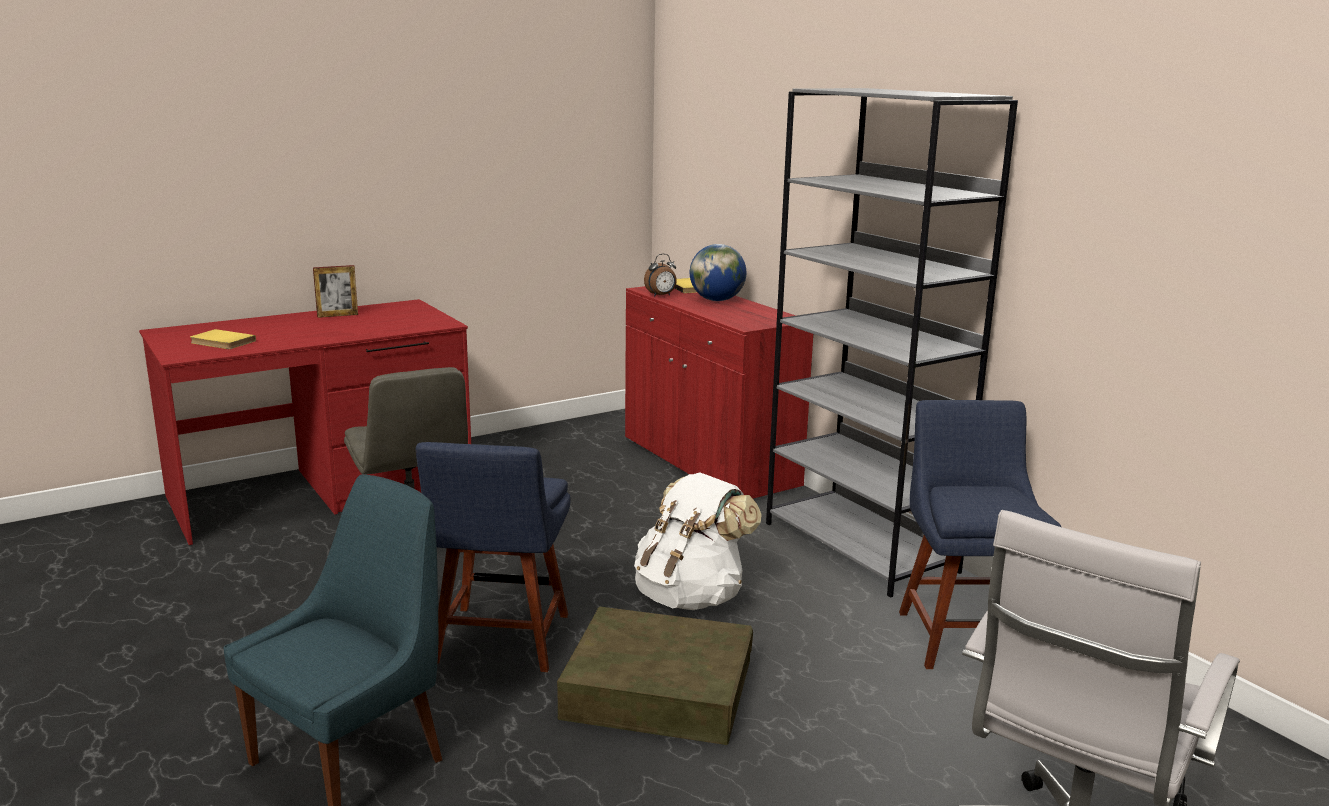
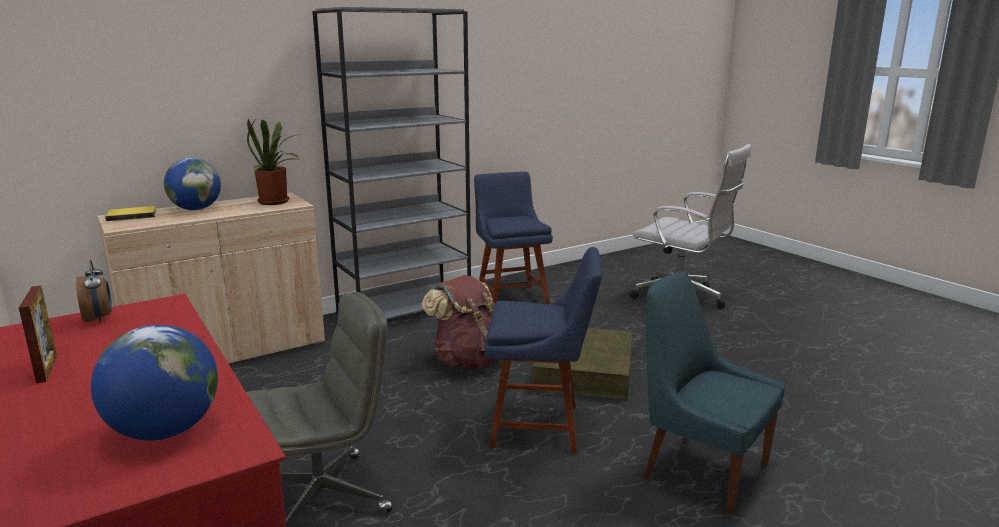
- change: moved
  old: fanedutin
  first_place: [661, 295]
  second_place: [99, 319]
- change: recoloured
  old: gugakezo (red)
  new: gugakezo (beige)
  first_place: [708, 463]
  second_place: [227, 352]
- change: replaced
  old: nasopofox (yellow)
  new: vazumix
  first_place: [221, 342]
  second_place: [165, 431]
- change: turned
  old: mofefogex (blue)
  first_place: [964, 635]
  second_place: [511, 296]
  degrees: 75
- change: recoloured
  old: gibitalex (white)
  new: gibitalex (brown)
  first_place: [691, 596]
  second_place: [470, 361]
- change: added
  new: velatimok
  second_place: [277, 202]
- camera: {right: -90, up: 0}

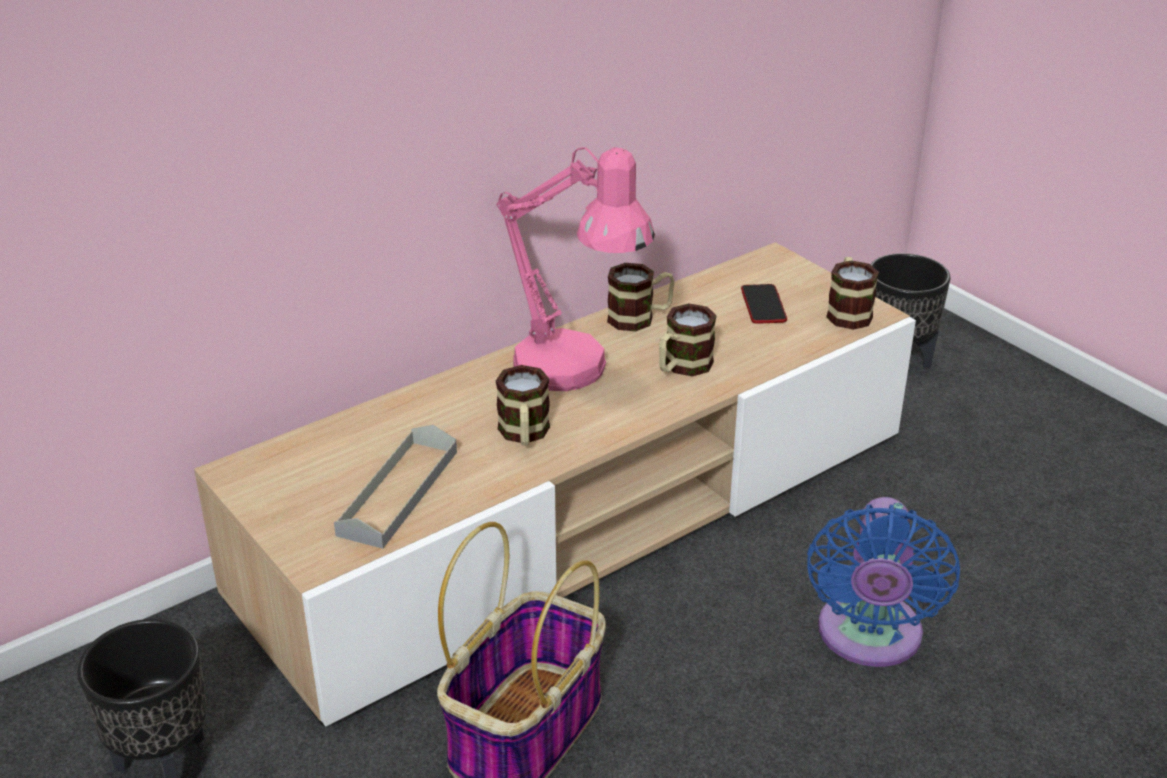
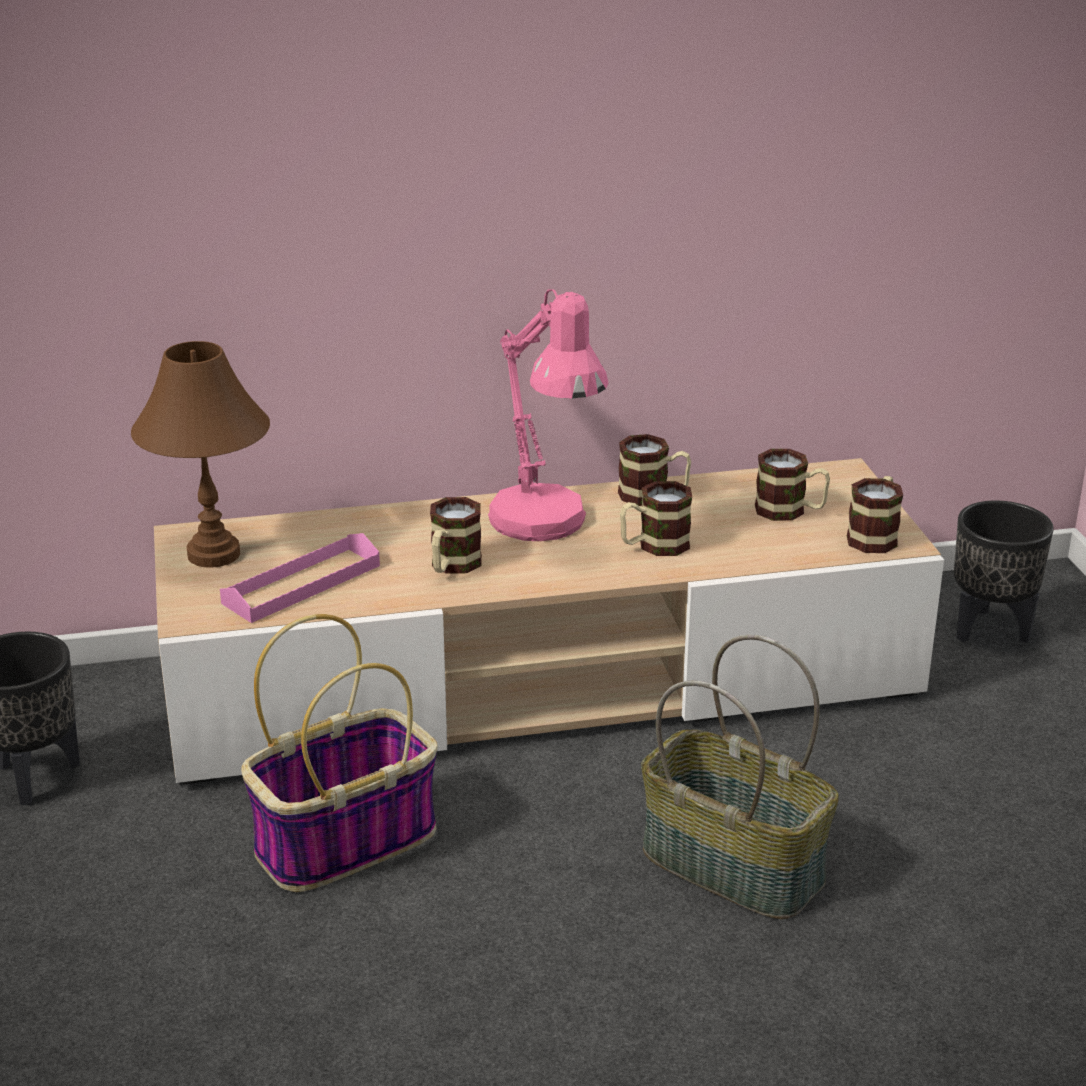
- change: replaced
  old: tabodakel
  new: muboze
  first_place: [763, 305]
  second_place: [790, 511]
- change: recoloured
  old: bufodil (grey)
  new: bufodil (pink)
  first_place: [398, 492]
  second_place: [302, 584]
- change: replaced
  old: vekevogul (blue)
  new: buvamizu
  first_place: [868, 638]
  second_place: [735, 865]
- change: added
  new: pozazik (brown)
  second_place: [213, 555]
- camera: {right: 25, up: -5}

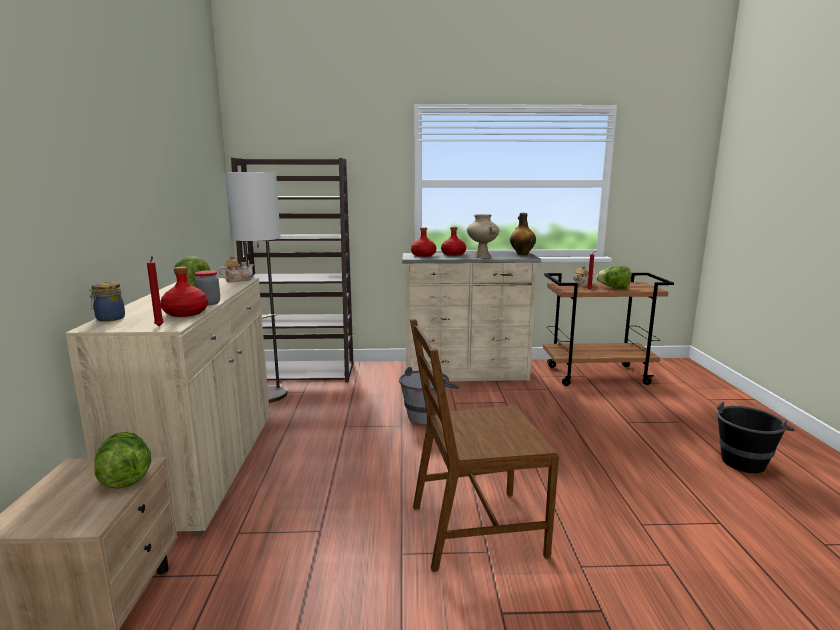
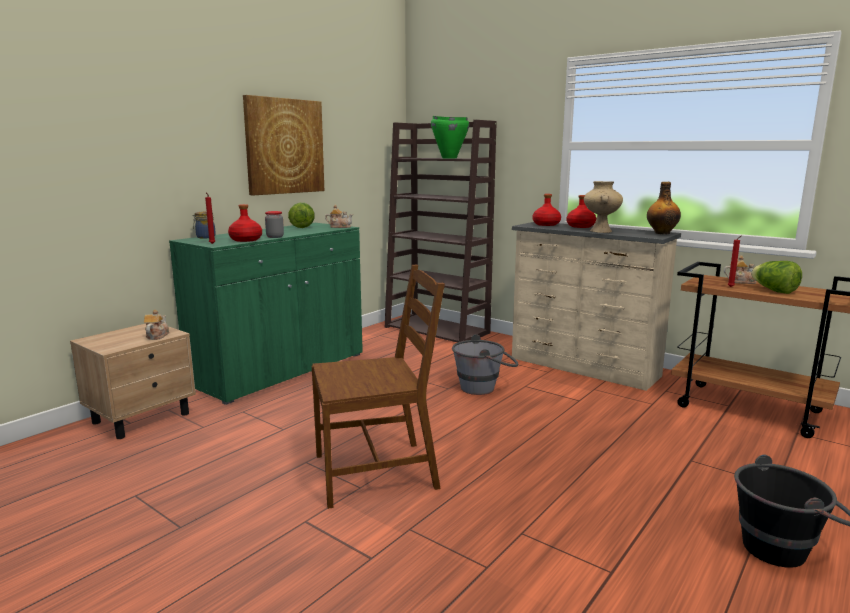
- change: removed
  old: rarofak
  first_place: [268, 395]
- change: recoloured
  old: gugakezo (beige)
  new: gugakezo (green)
  first_place: [203, 466]
  second_place: [280, 370]
- change: turned
  old: mofefogex (brown)
  first_place: [475, 529]
  second_place: [376, 471]
  degrees: 135
- change: replaced
  old: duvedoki
  new: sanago
  first_place: [125, 477]
  second_place: [157, 336]
- change: added
  new: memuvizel
  second_place: [284, 146]
- change: added
  new: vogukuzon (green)
  second_place: [449, 158]
- camera: {right: 40, up: 0}

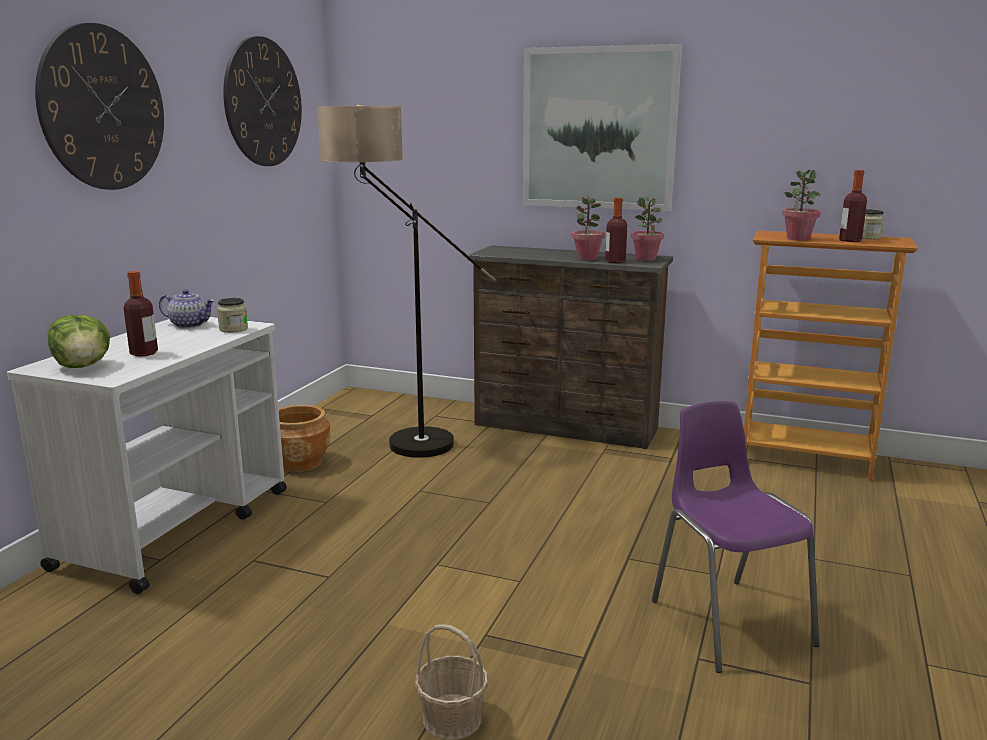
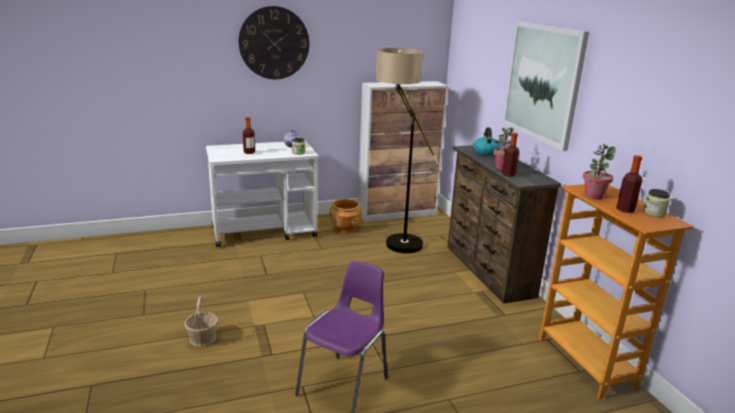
- change: removed
  old: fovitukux
  first_place: [263, 102]
- change: removed
  old: velatimok
  first_place: [646, 259]
- change: removed
  old: duvedoki
  first_place: [83, 366]
- change: added
  new: gugakezo
  second_place: [397, 213]
- change: added
  new: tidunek
  second_place: [485, 152]
- camera: {right: 50, up: 5}

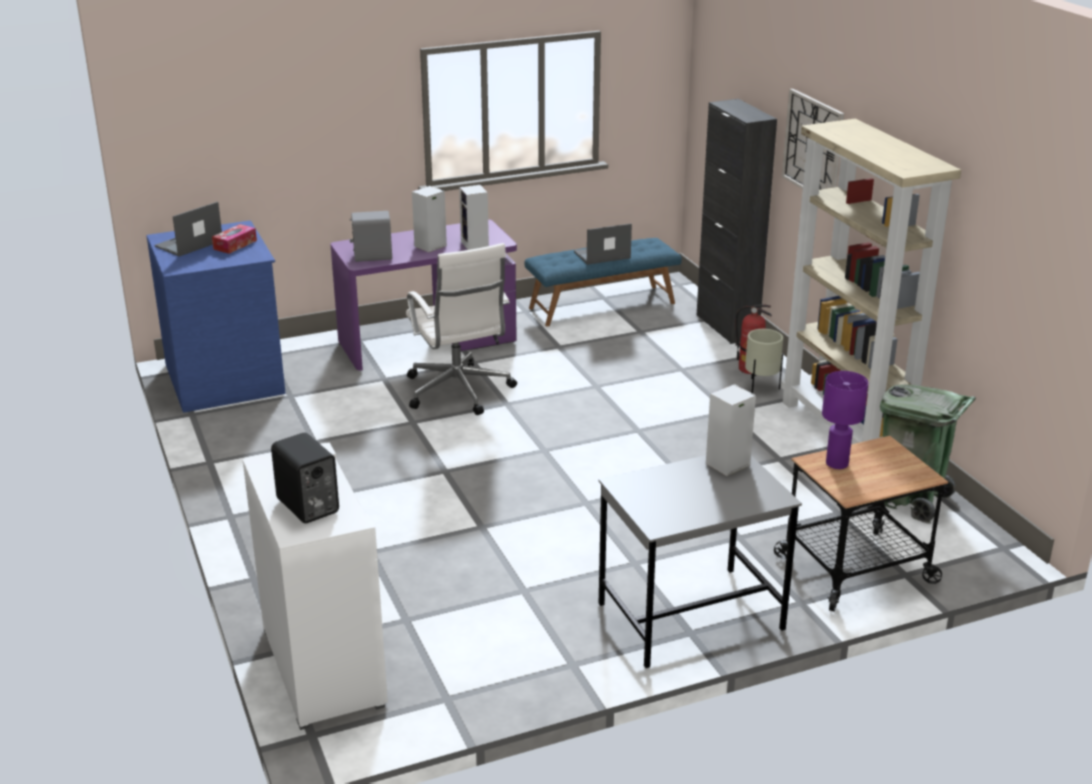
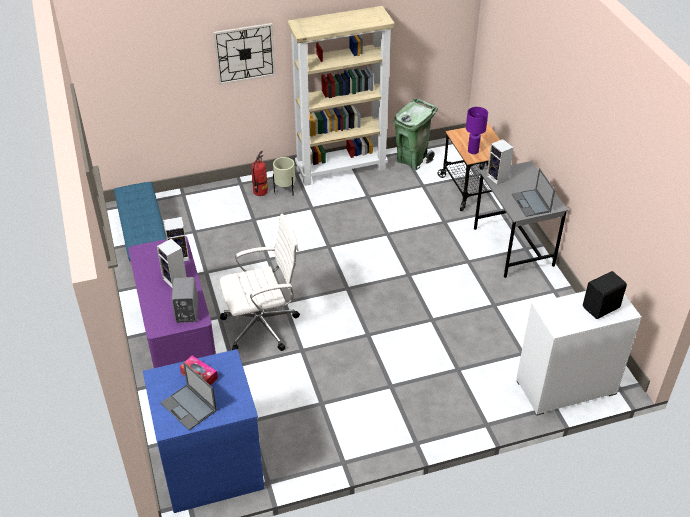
- change: removed
  old: gugakezo (black)
  first_place: [727, 326]
- change: moved
  old: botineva
  first_place: [601, 255]
  second_place: [531, 203]
- camera: {right: -85, up: 15}

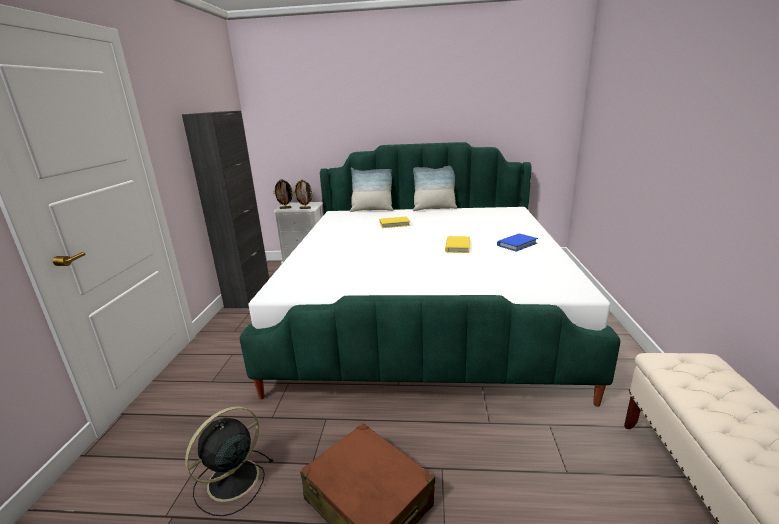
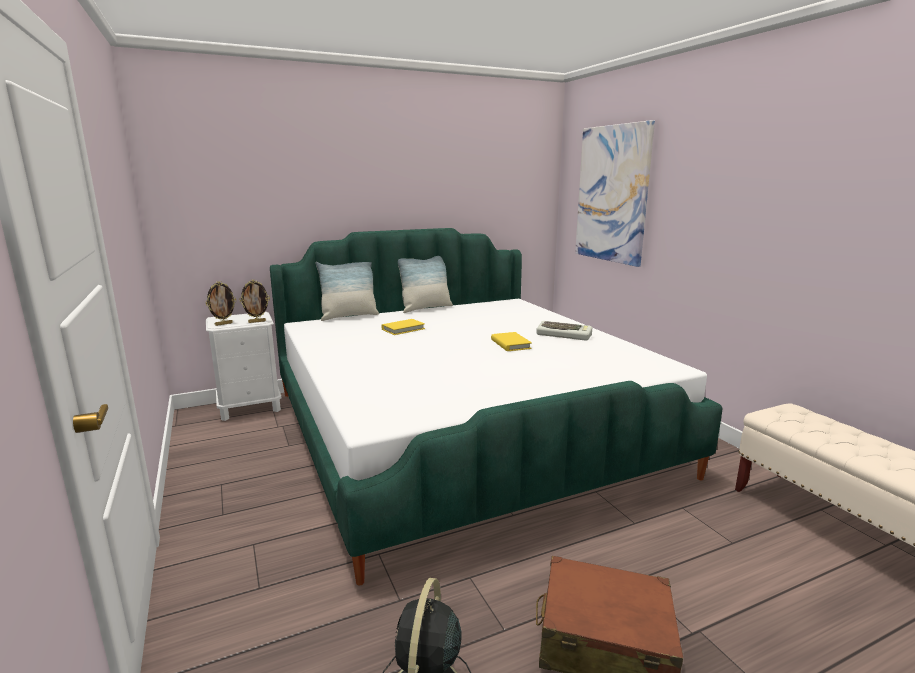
- change: removed
  old: gugakezo (black)
  first_place: [248, 295]
- change: replaced
  old: nasopofox (blue)
  new: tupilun
  first_place: [517, 244]
  second_place: [564, 335]
- change: added
  new: memuvizel
  second_place: [612, 194]
- camera: {right: -30, up: -5}

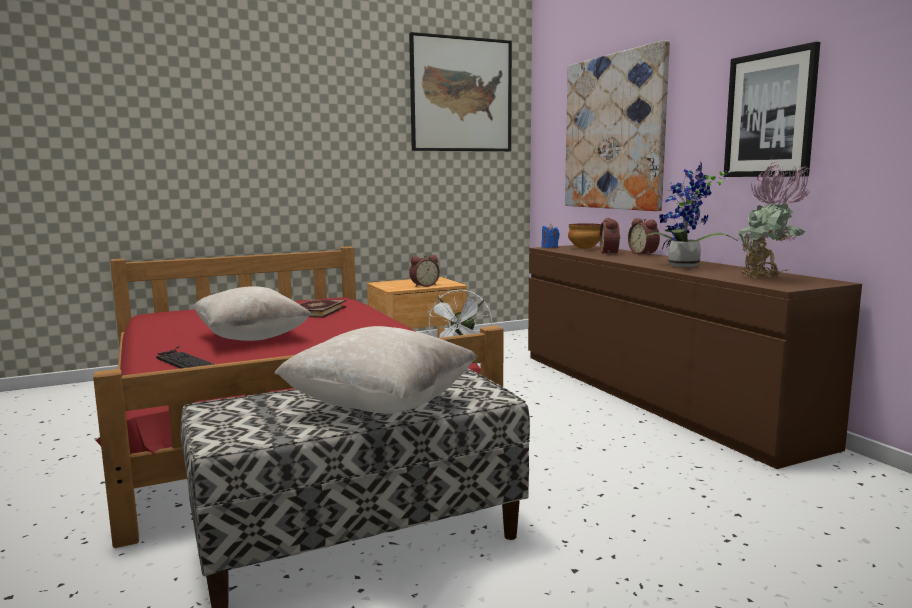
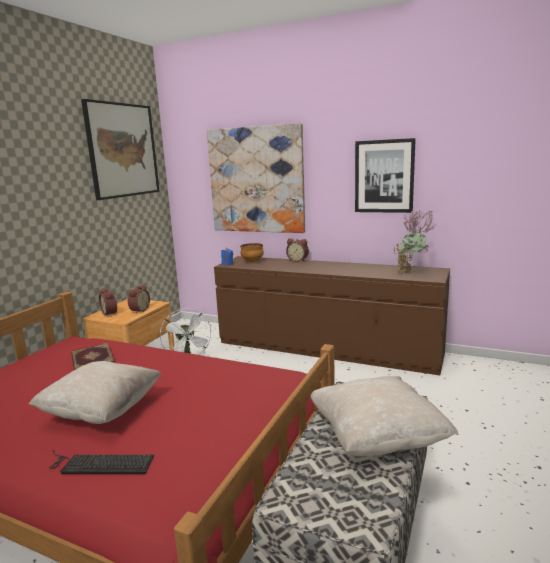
- change: removed
  old: velatimok
  first_place: [684, 266]
- change: moved
  old: fanedutin
  first_place: [611, 253]
  second_place: [111, 313]
- camera: {right: -40, up: 5}

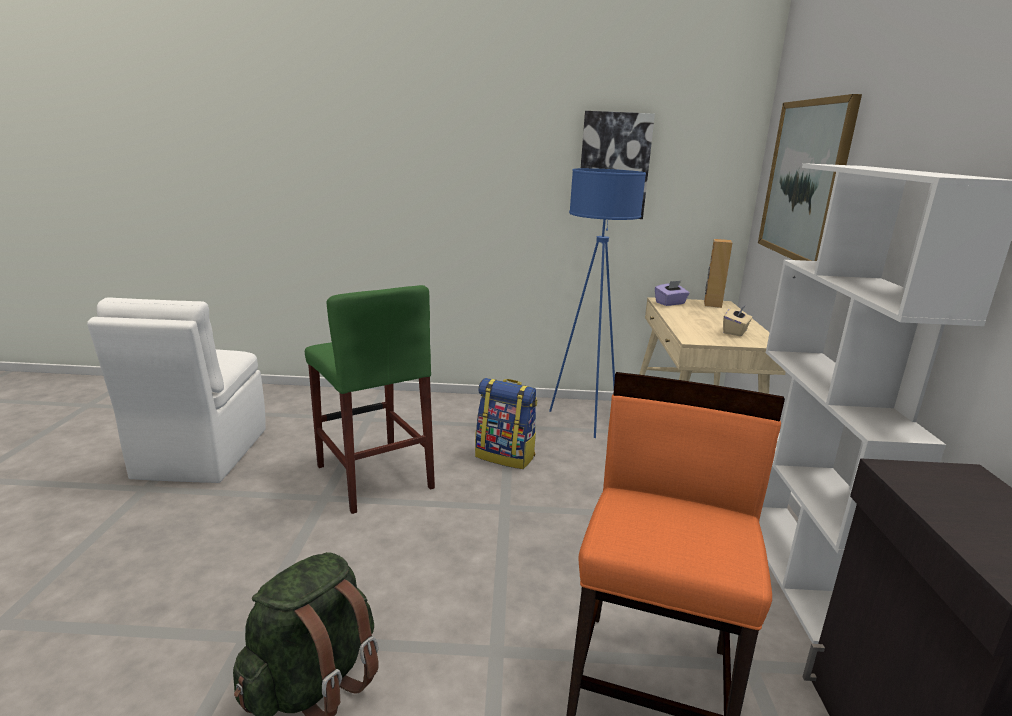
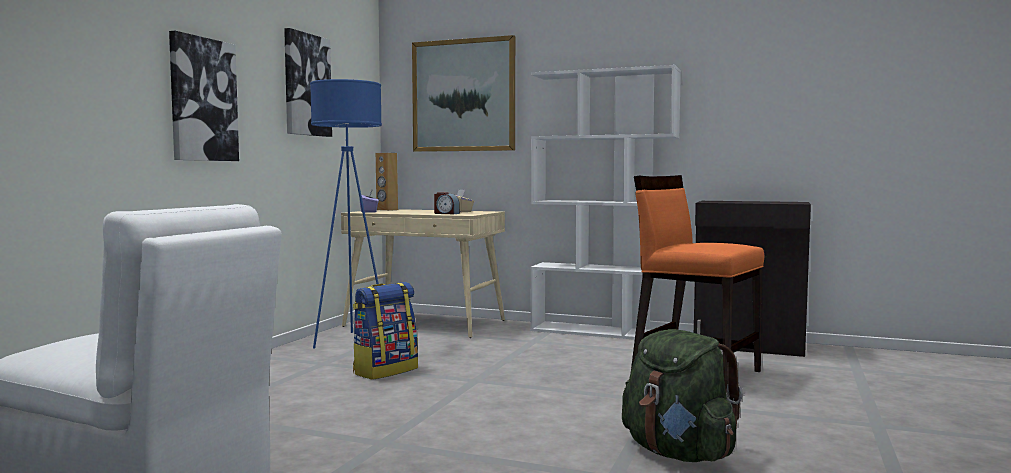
- change: removed
  old: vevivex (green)
  first_place: [374, 477]
- change: added
  new: memuvizel
  second_place: [202, 99]
- change: added
  new: fanedutin
  second_place: [446, 213]
- camera: {right: -70, up: -15}

